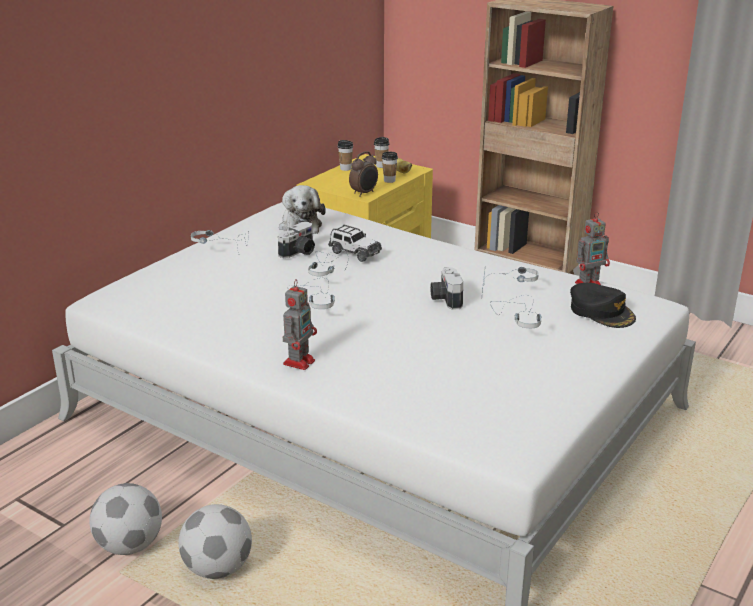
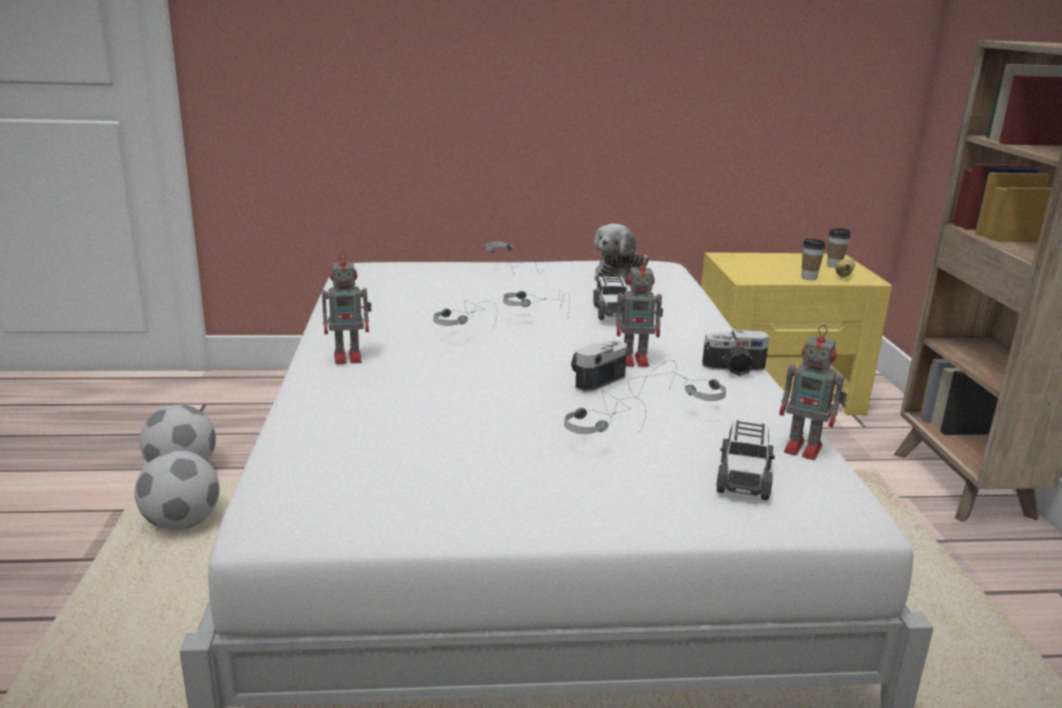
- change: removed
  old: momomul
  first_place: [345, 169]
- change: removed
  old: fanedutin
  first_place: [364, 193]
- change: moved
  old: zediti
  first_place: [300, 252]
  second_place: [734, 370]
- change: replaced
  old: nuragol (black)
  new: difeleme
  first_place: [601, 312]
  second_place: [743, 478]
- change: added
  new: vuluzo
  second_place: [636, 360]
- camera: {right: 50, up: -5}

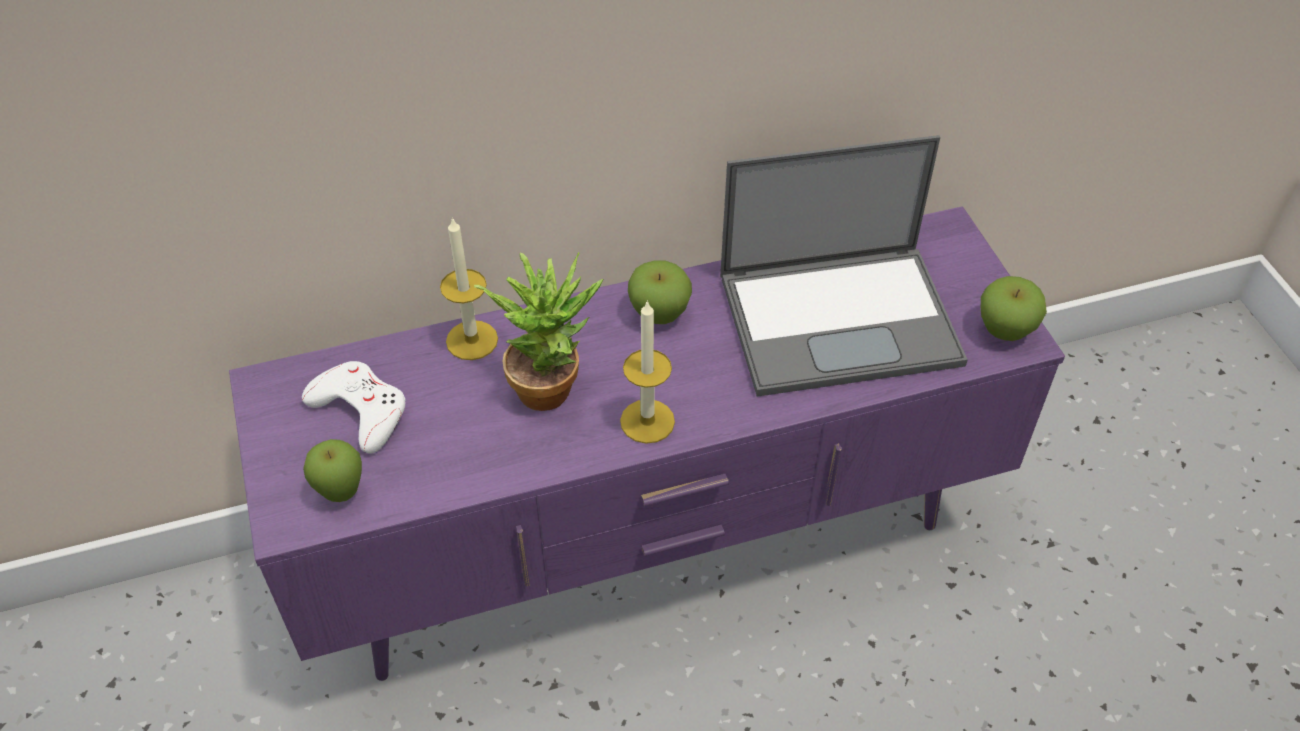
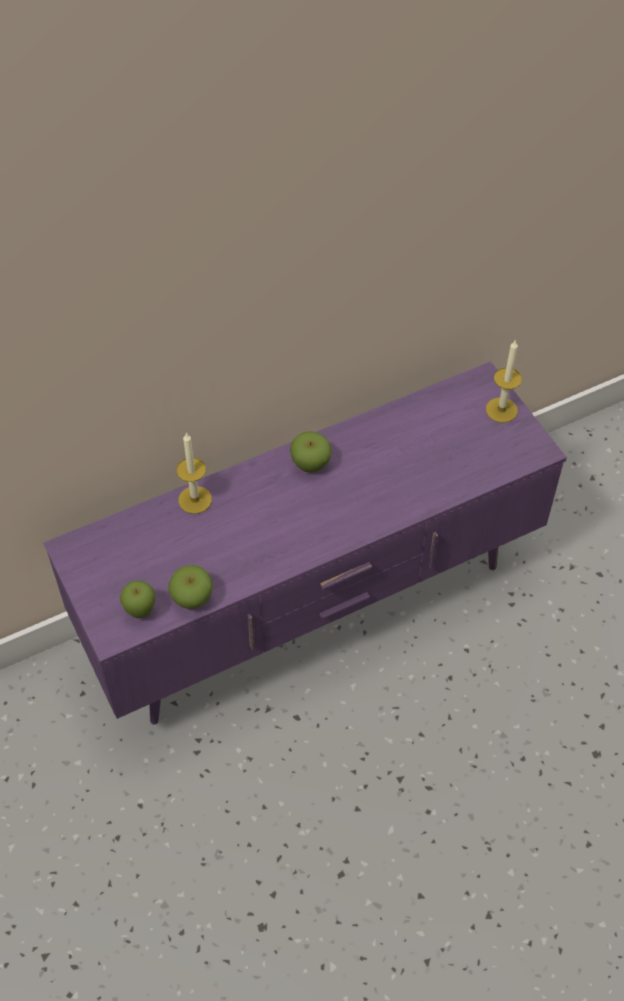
- change: removed
  old: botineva
  first_place: [841, 317]
- change: removed
  old: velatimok
  first_place: [550, 383]
- change: moved
  old: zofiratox
  first_place: [1005, 330]
  second_place: [192, 599]
- change: moved
  old: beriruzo
  first_place: [647, 421]
  second_place: [501, 410]
- change: removed
  old: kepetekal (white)
  first_place: [360, 410]
- camera: {right: -10, up: 5}

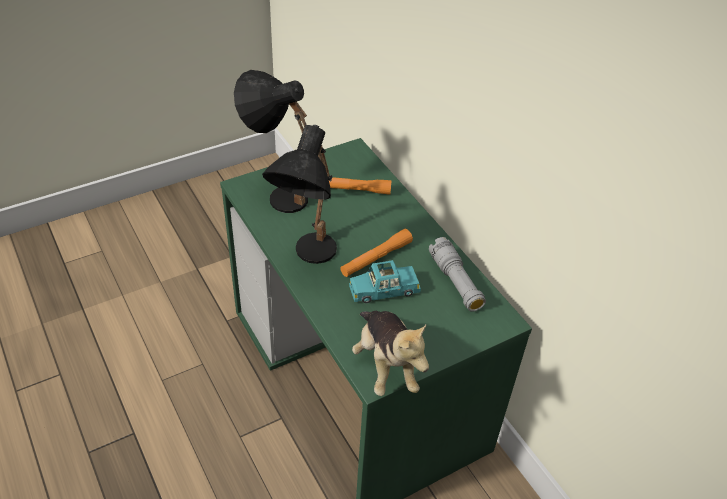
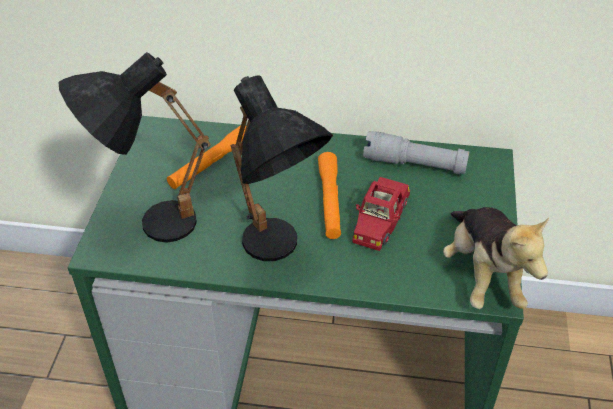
- change: recoloured
  old: difeleme (turquoise)
  new: difeleme (red)
  first_place: [384, 290]
  second_place: [380, 220]
- change: turned
  old: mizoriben
  first_place: [386, 365]
  second_place: [482, 275]
  degrees: 60
- camera: {right: -50, up: 0}

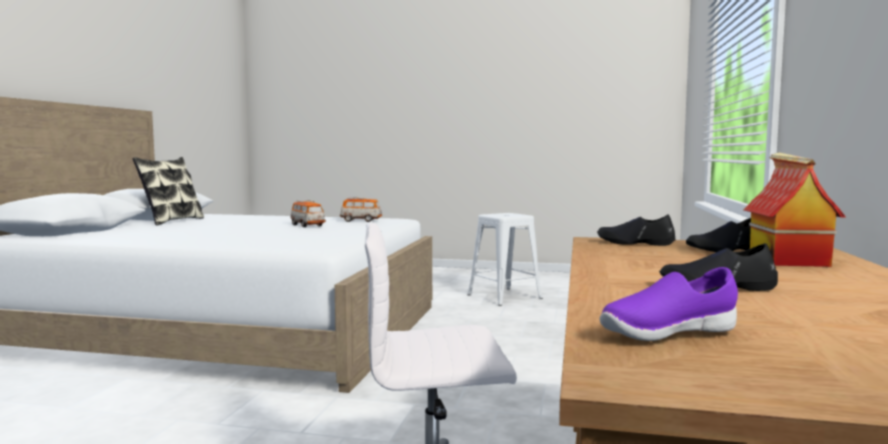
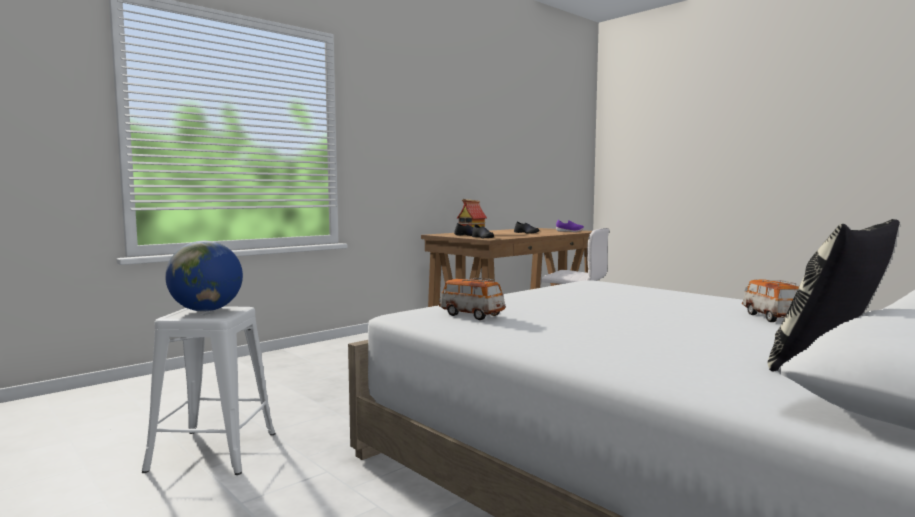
- change: moved
  old: difeleme
  first_place: [307, 225]
  second_place: [772, 317]
- change: added
  new: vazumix
  second_place: [206, 310]
- camera: {right: -145, up: 0}

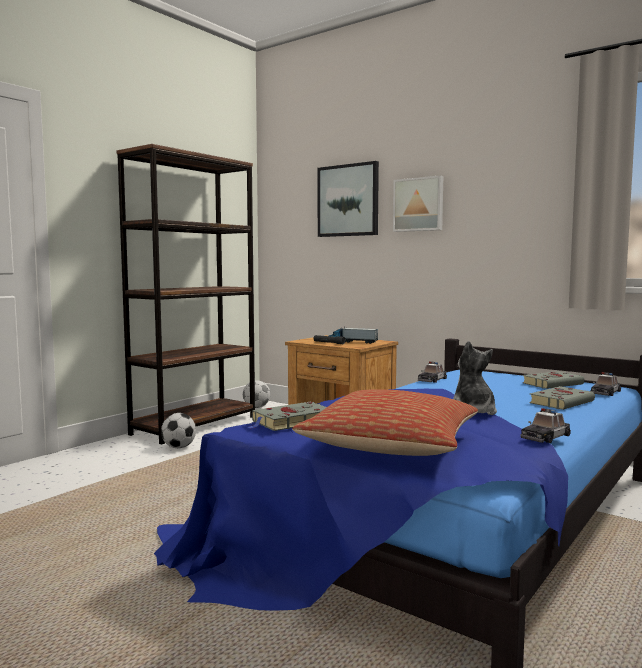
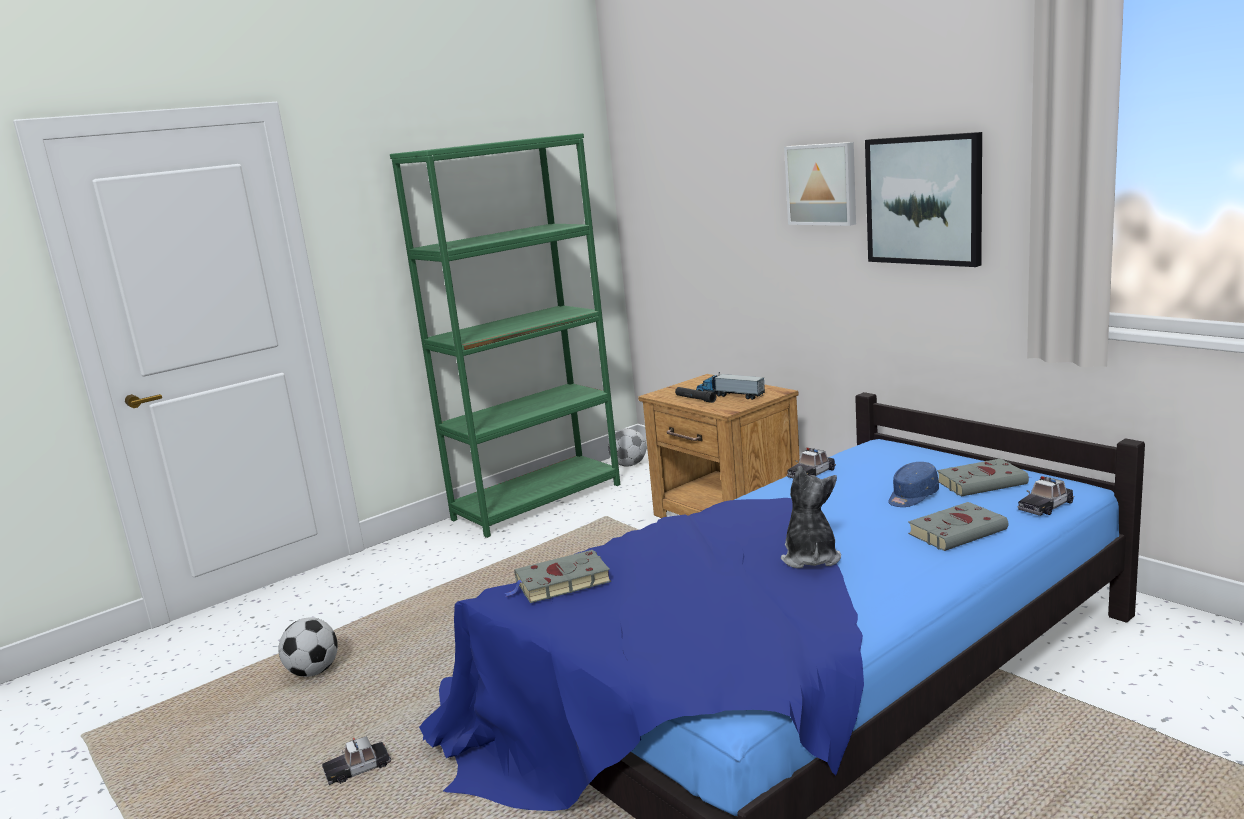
- change: recoloured
  old: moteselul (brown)
  new: moteselul (green)
  first_place: [195, 425]
  second_place: [538, 501]
- change: moved
  old: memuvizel
  first_place: [348, 200]
  second_place: [924, 200]
- change: removed
  old: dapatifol
  first_place: [391, 445]
- change: moved
  old: difeleme
  first_place: [545, 436]
  second_place: [357, 768]
- change: moved
  old: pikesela
  first_place: [178, 447]
  second_place: [313, 671]
- change: added
  new: nuragol (blue)
  second_place: [912, 497]
- camera: {right: 15, up: 10}

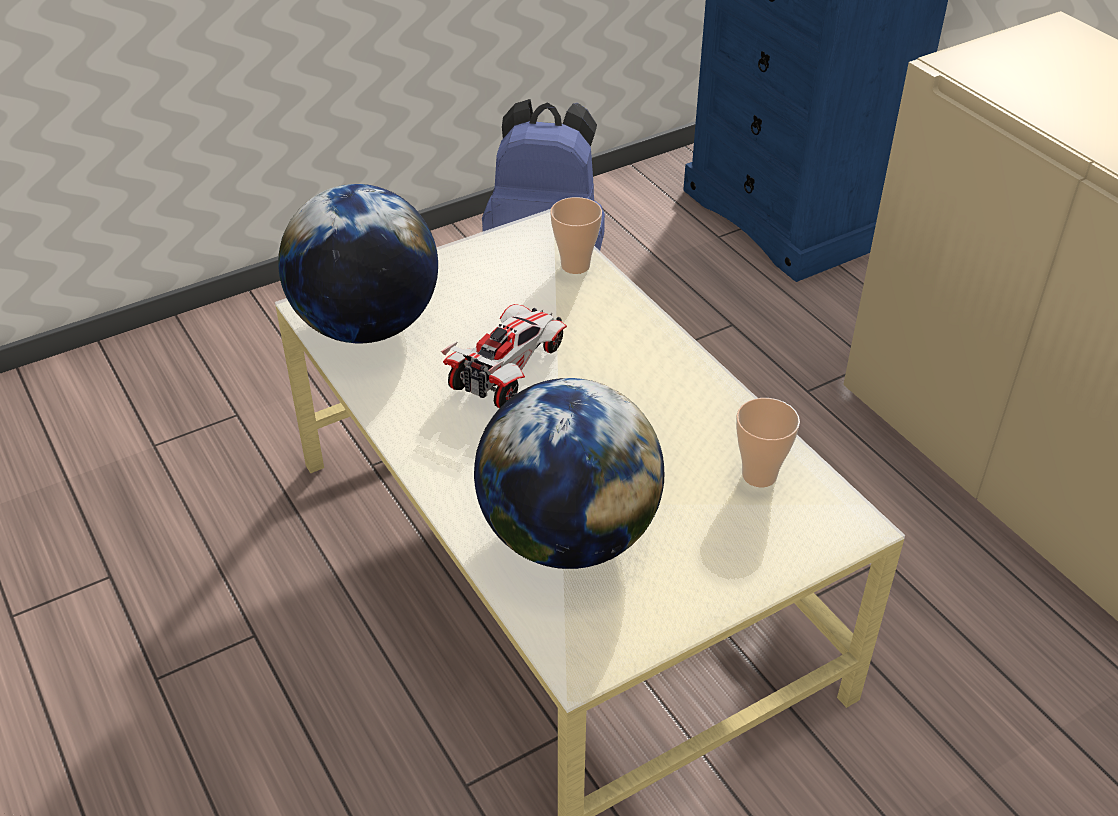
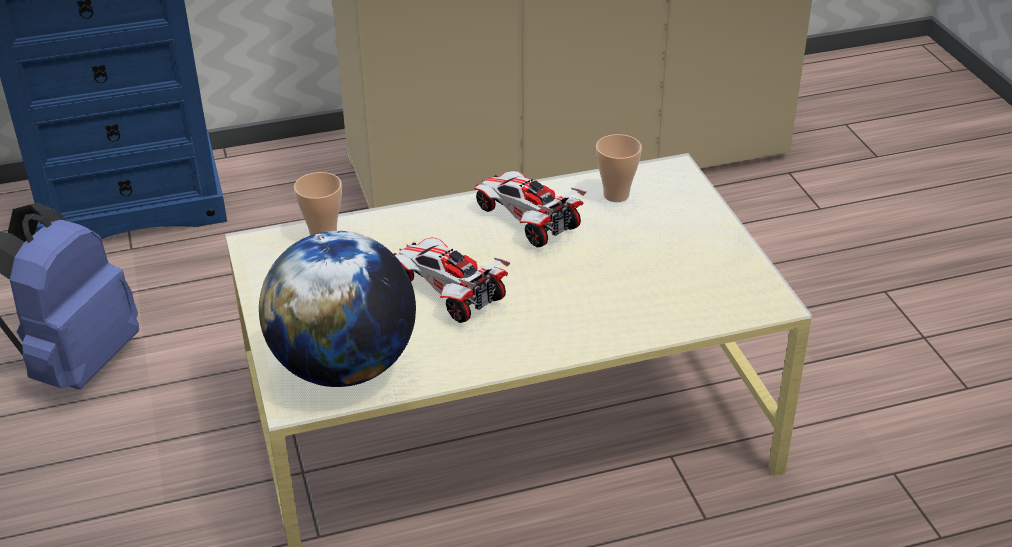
- change: removed
  old: vazumix
  first_place: [568, 536]
- change: added
  new: difeleme
  second_place: [526, 220]
- camera: {right: -75, up: -5}

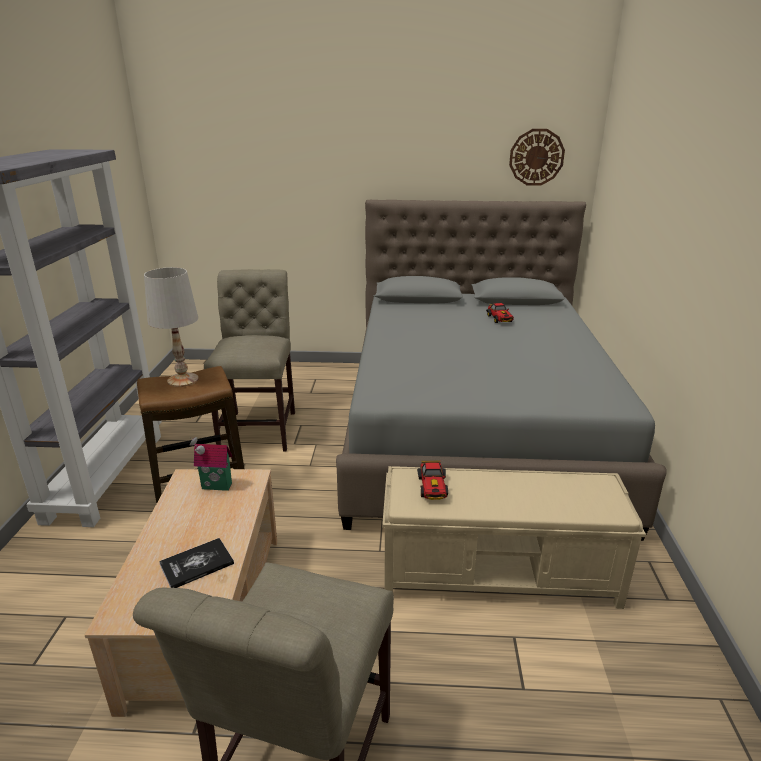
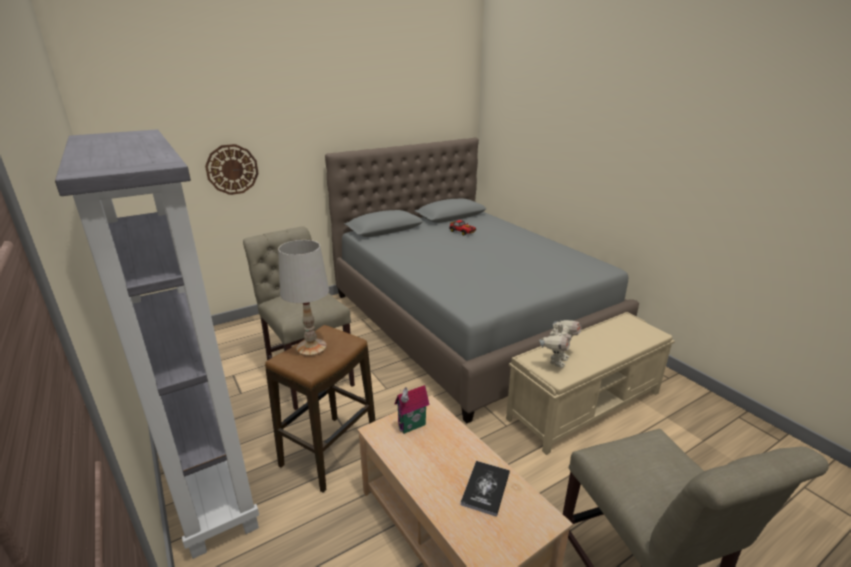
- change: moved
  old: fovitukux
  first_place: [536, 157]
  second_place: [232, 169]
- change: replaced
  old: difeleme
  new: vuluzo
  first_place: [432, 488]
  second_place: [557, 360]
- camera: {right: -35, up: 0}

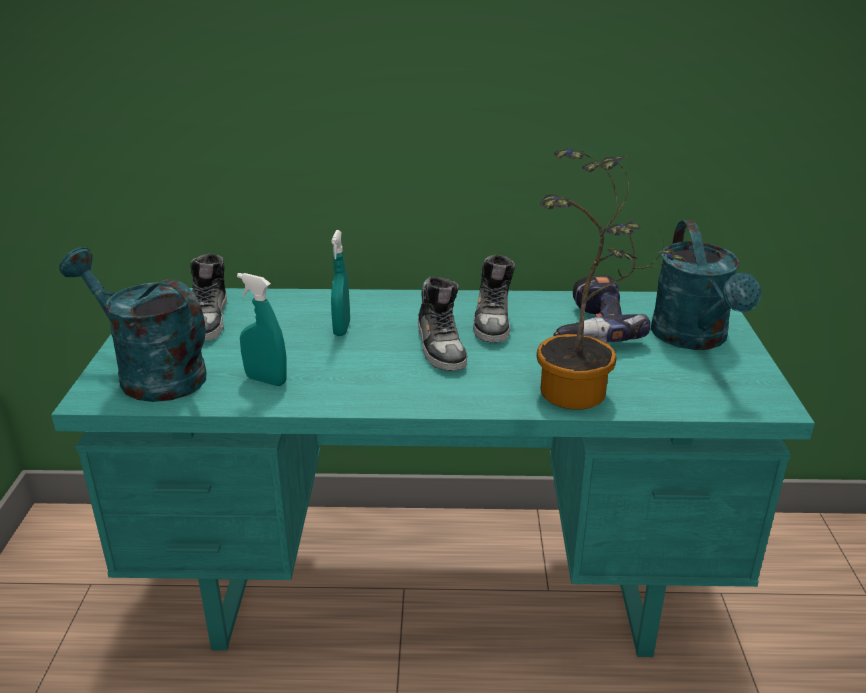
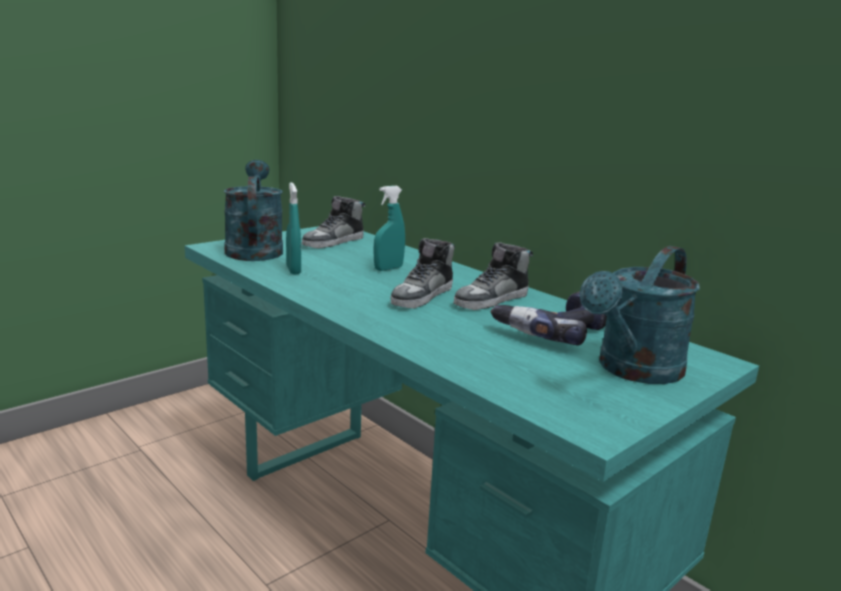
- change: removed
  old: velatimok
  first_place: [583, 395]
- camera: {right: 45, up: -10}

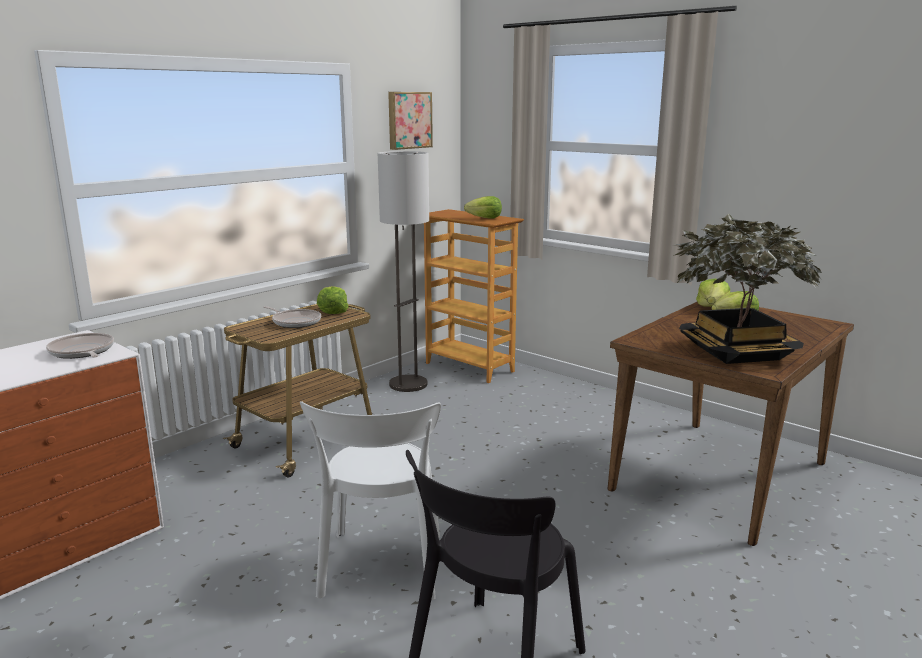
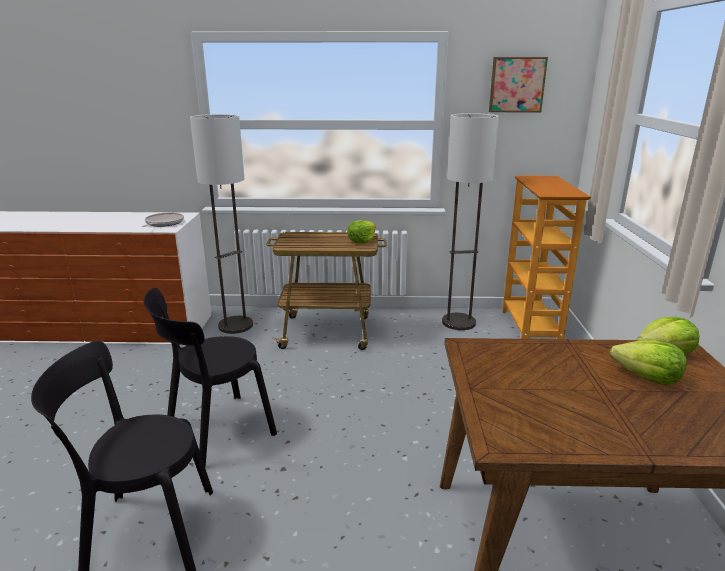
- change: removed
  old: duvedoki
  first_place: [485, 218]
- change: removed
  old: velatimok
  first_place: [737, 352]
- change: removed
  old: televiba
  first_place: [295, 322]
- change: recoloured
  old: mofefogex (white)
  new: mofefogex (black)
  first_place: [381, 569]
  second_place: [215, 431]
- change: added
  new: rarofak
  second_place: [235, 326]
- camera: {right: 50, up: 5}

